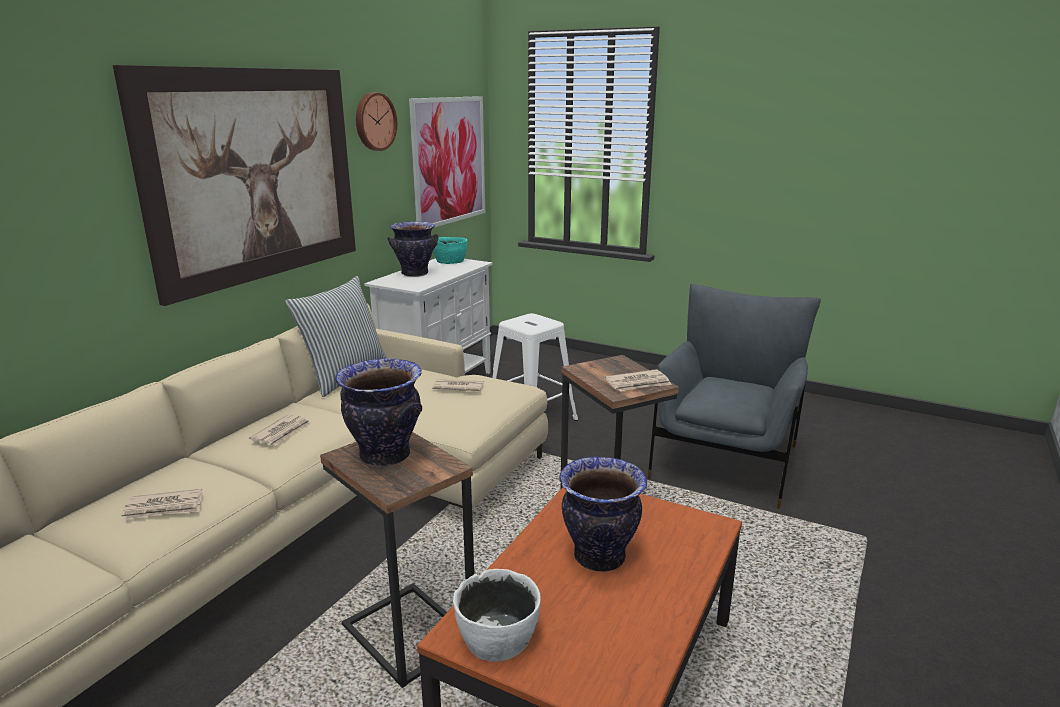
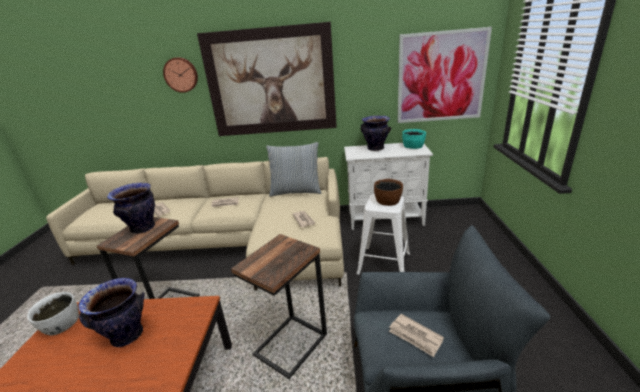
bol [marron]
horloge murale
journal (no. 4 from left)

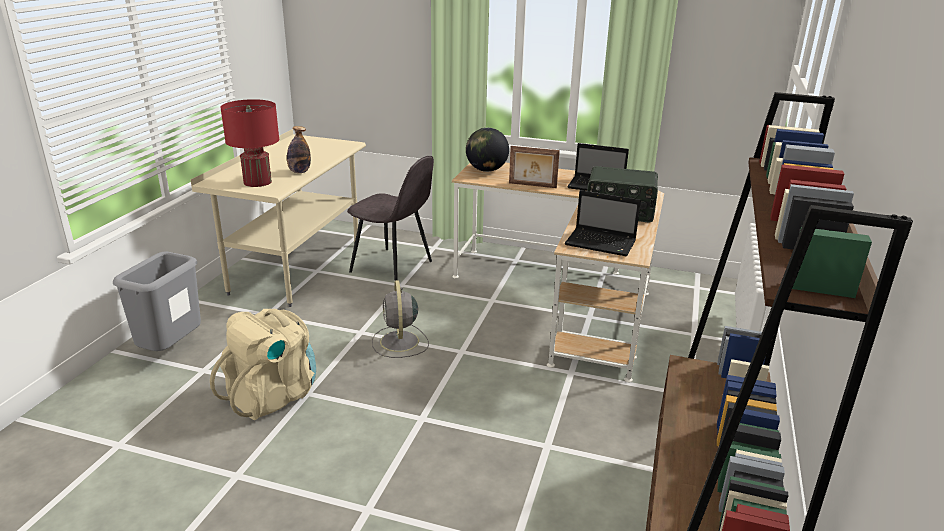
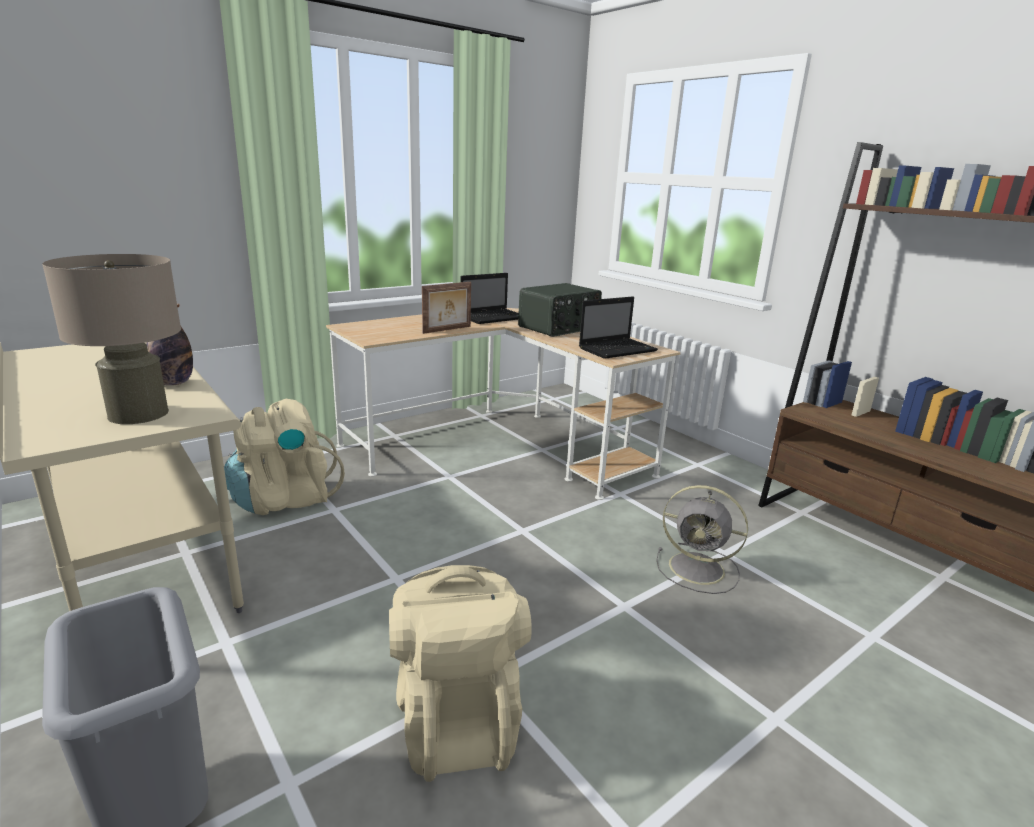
globe
ventilateur [gris]
sac à dos [beige] (no. 1 from left)
lampe de table [beige]

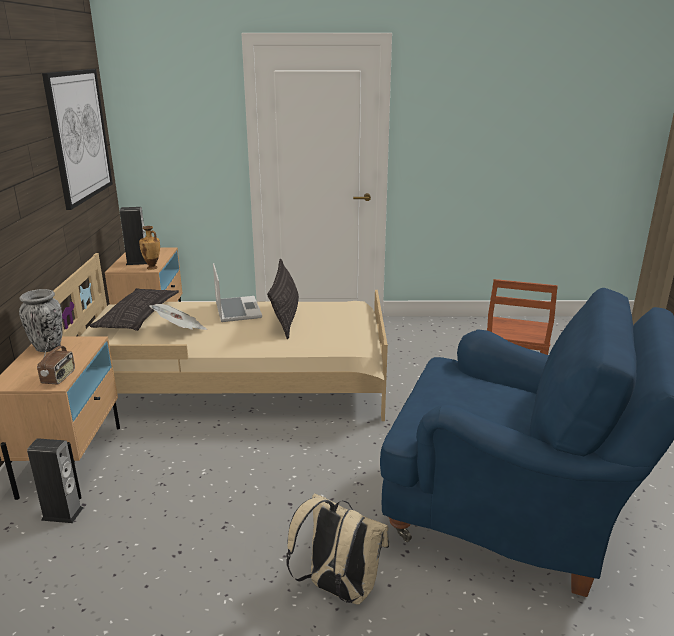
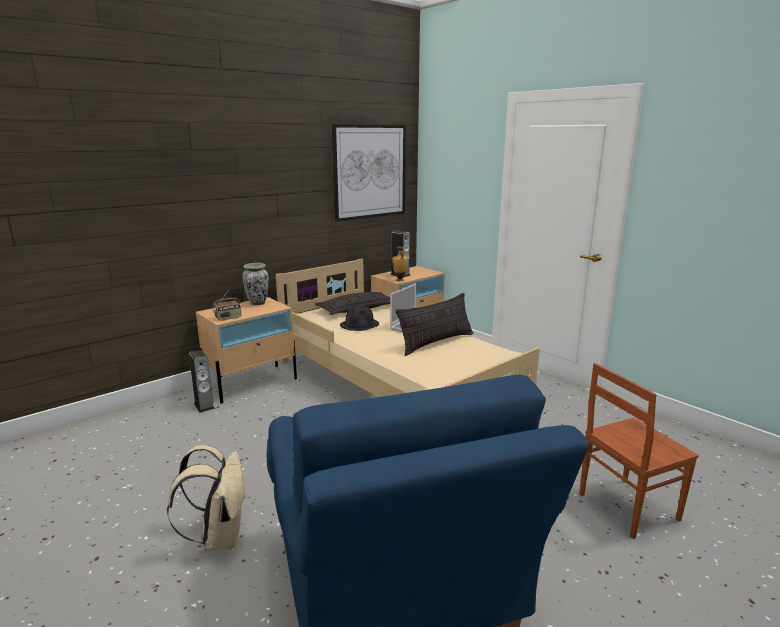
chapeau [noir]

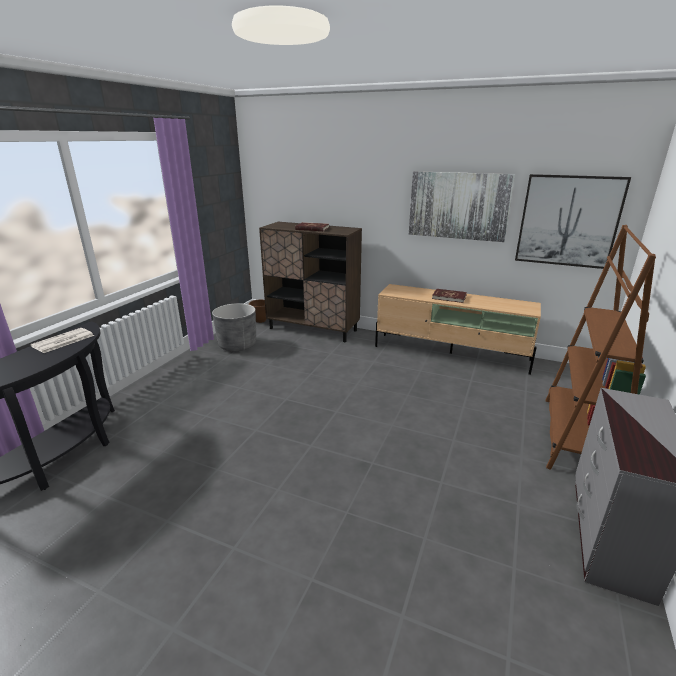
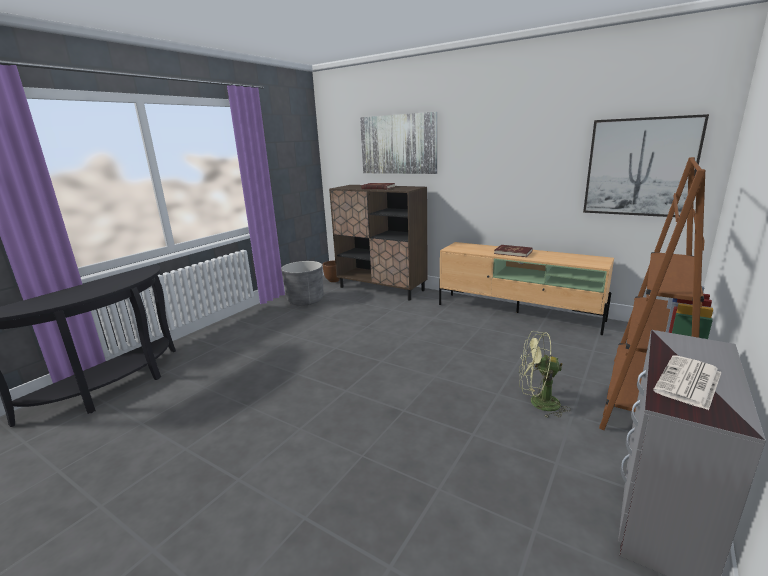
ventilateur [vert]
journal
tableau (no. 1 from left)

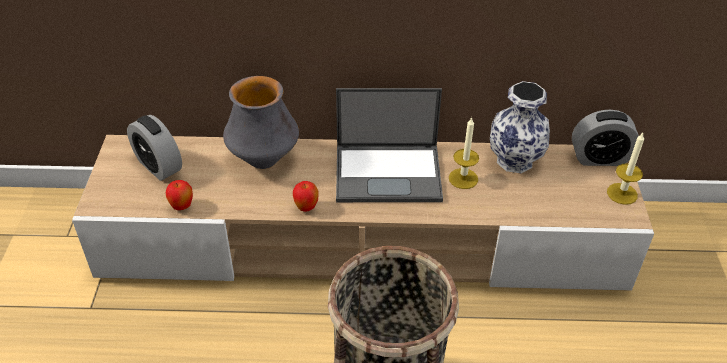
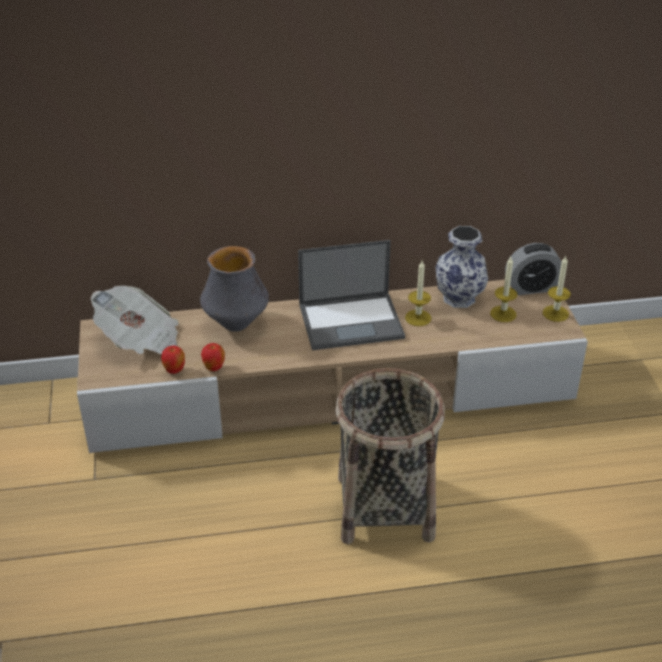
bougie (no. 2 from left)
pomme (no. 2 from left)
journal

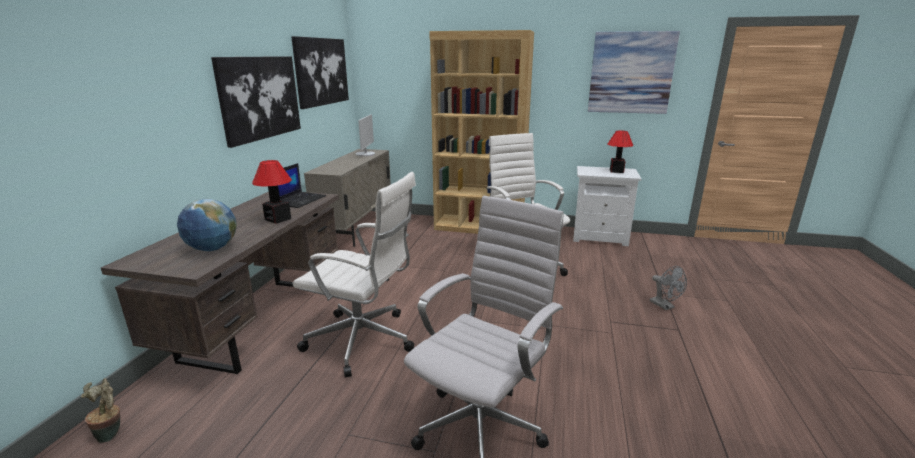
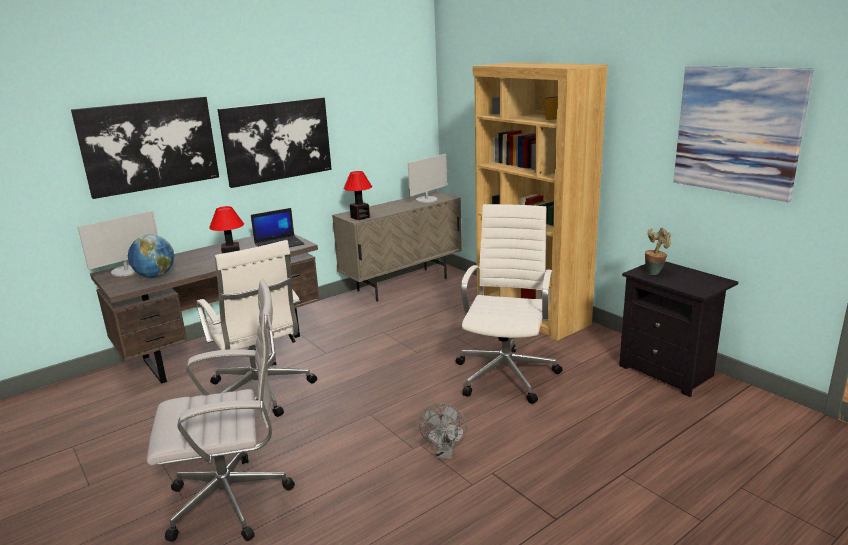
écran d'ordinateur (no. 1 from left)
plante en pot
tableau (no. 1 from left)
lampe de table (no. 2 from left)
ventilateur [gris]
table de chevet [noir]

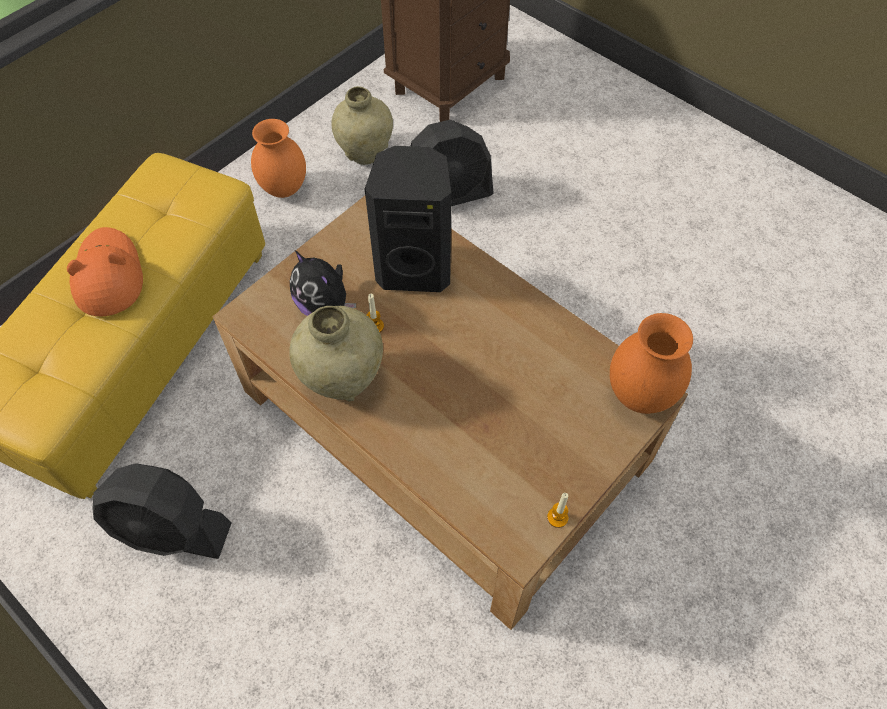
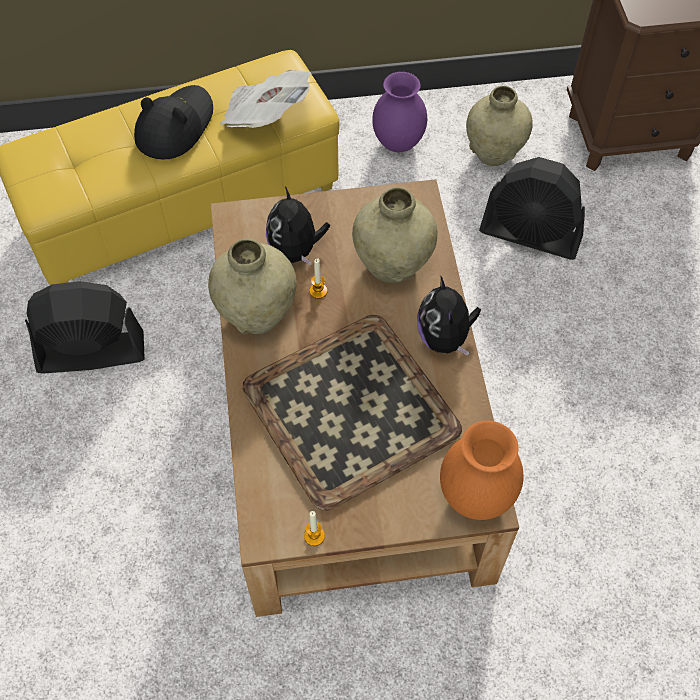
journal
plateau
peluche (no. 2 from left)
vase [beige] (no. 2 from left)
chapeau [noir]
vase [violet]
ventilateur [noir] (no. 1 from left)

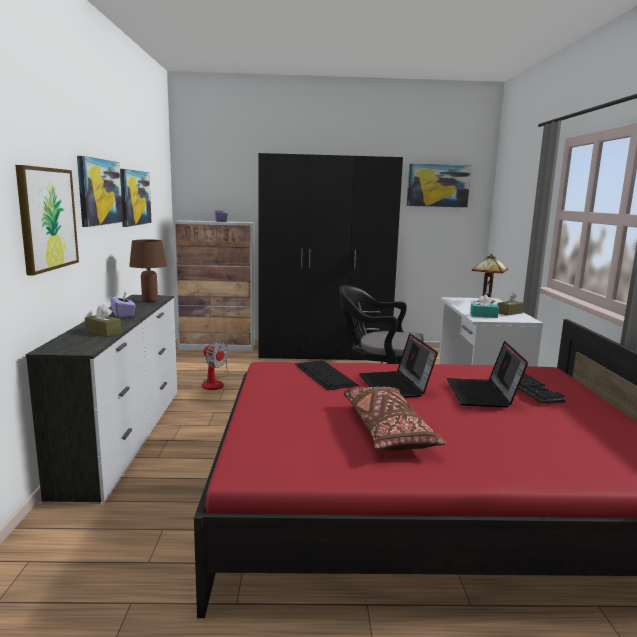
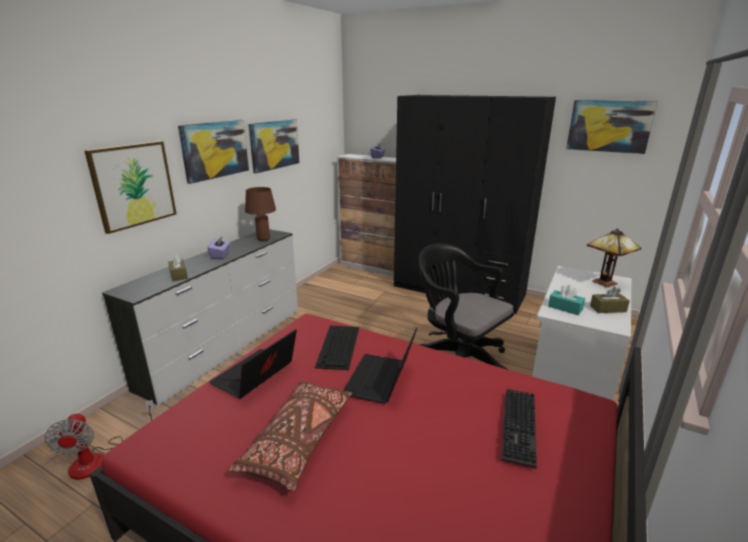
ventilateur
ordinateur portable (no. 1 from left)

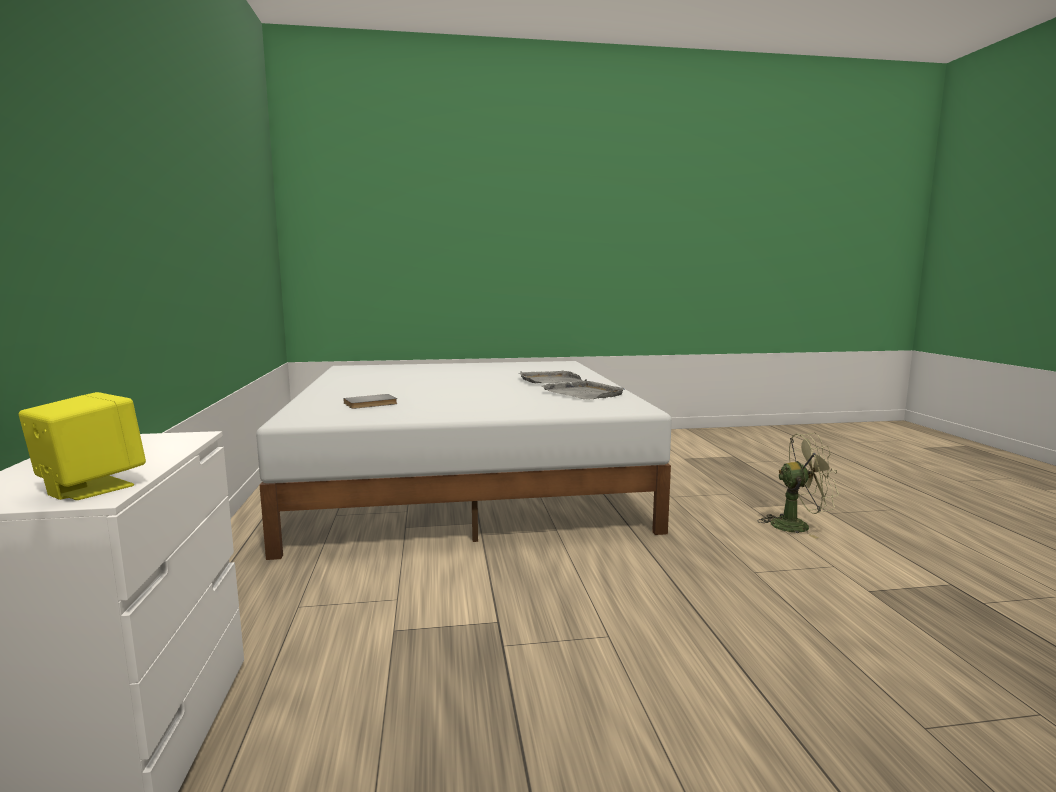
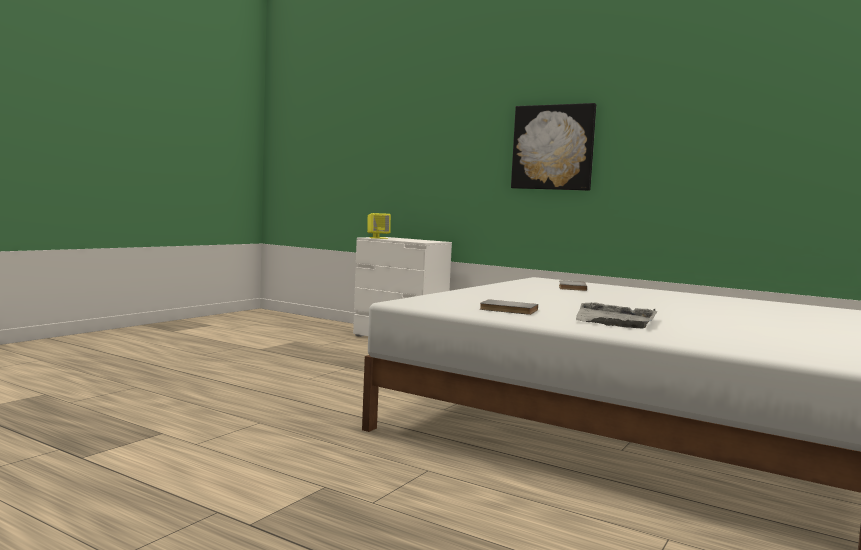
ventilateur [vert]
tableau
livre [gris] (no. 1 from left)

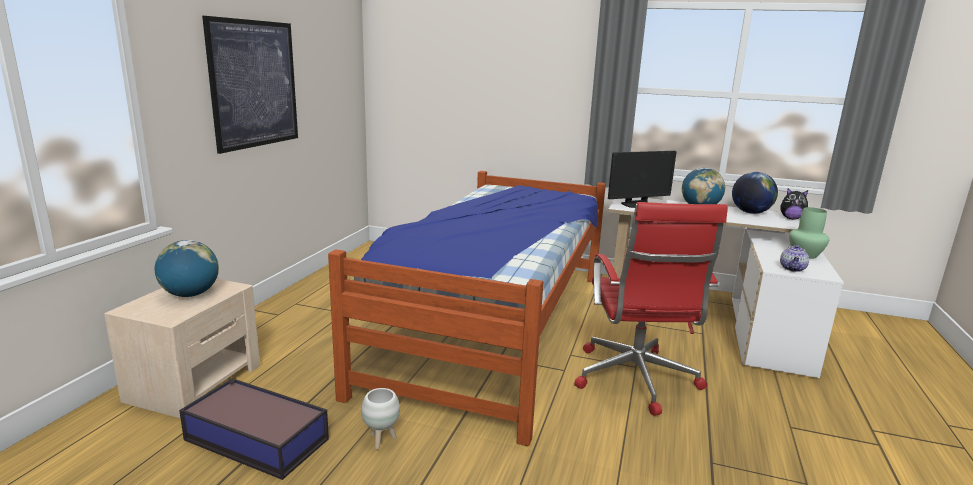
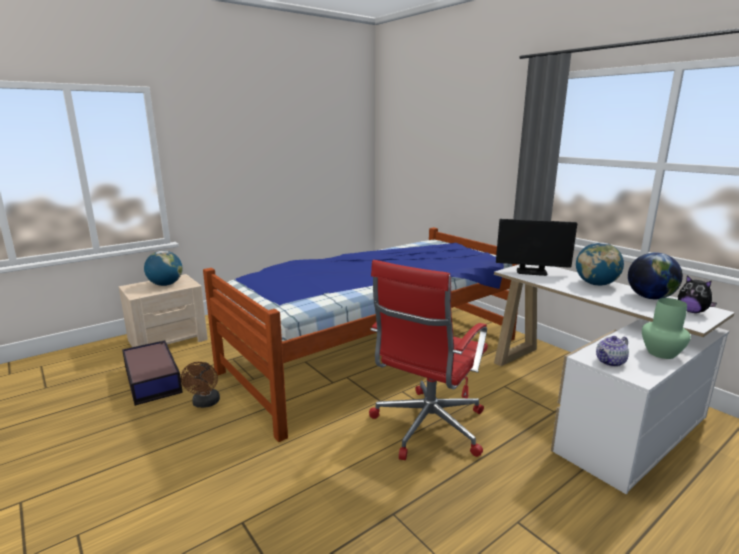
tableau
ventilateur [marron]

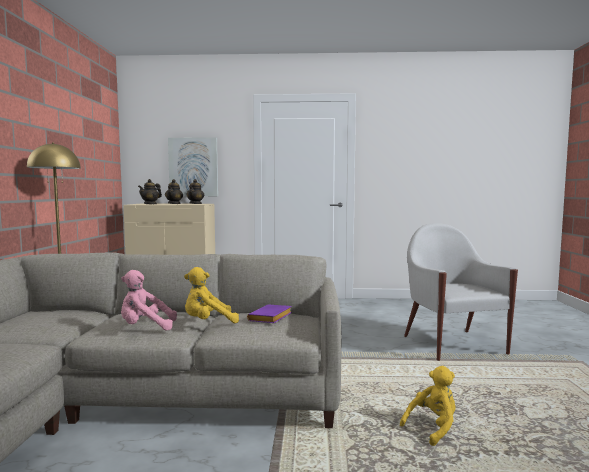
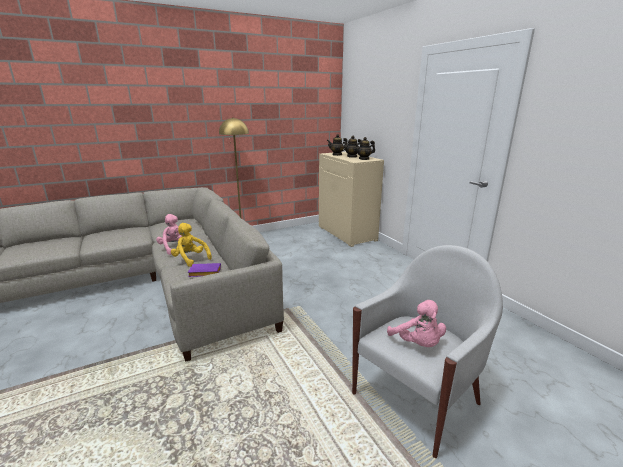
tableau
peluche [jaune] (no. 2 from left in the first image)
peluche [rose] (no. 2 from left)

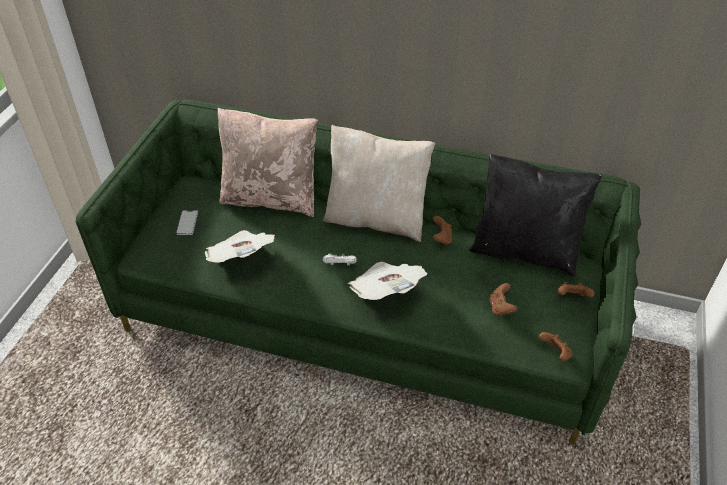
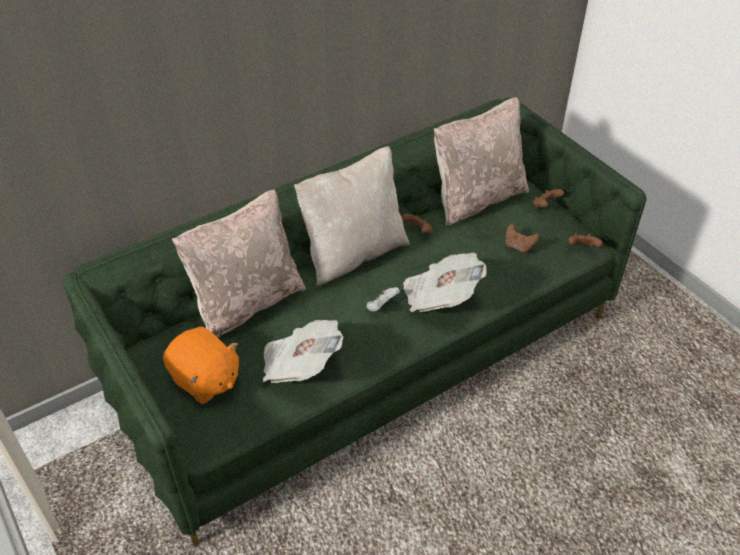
peluche [orange]
coussin [beige] (no. 3 from left)

